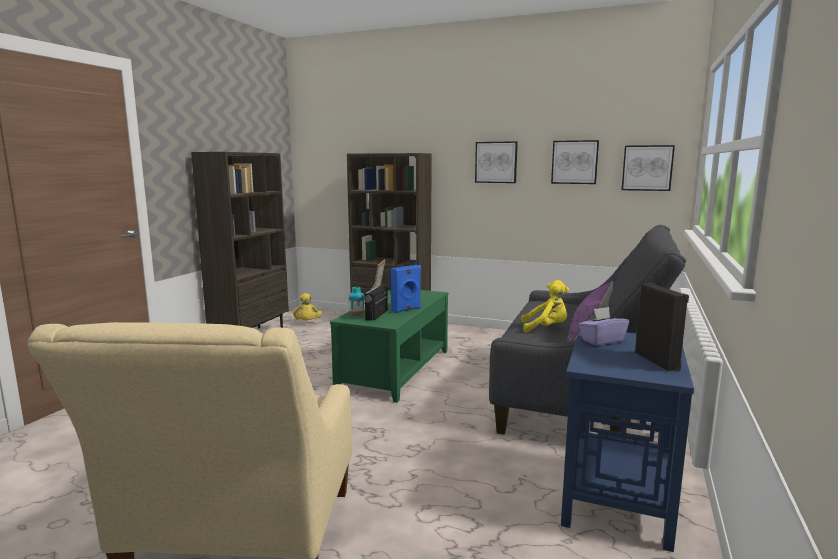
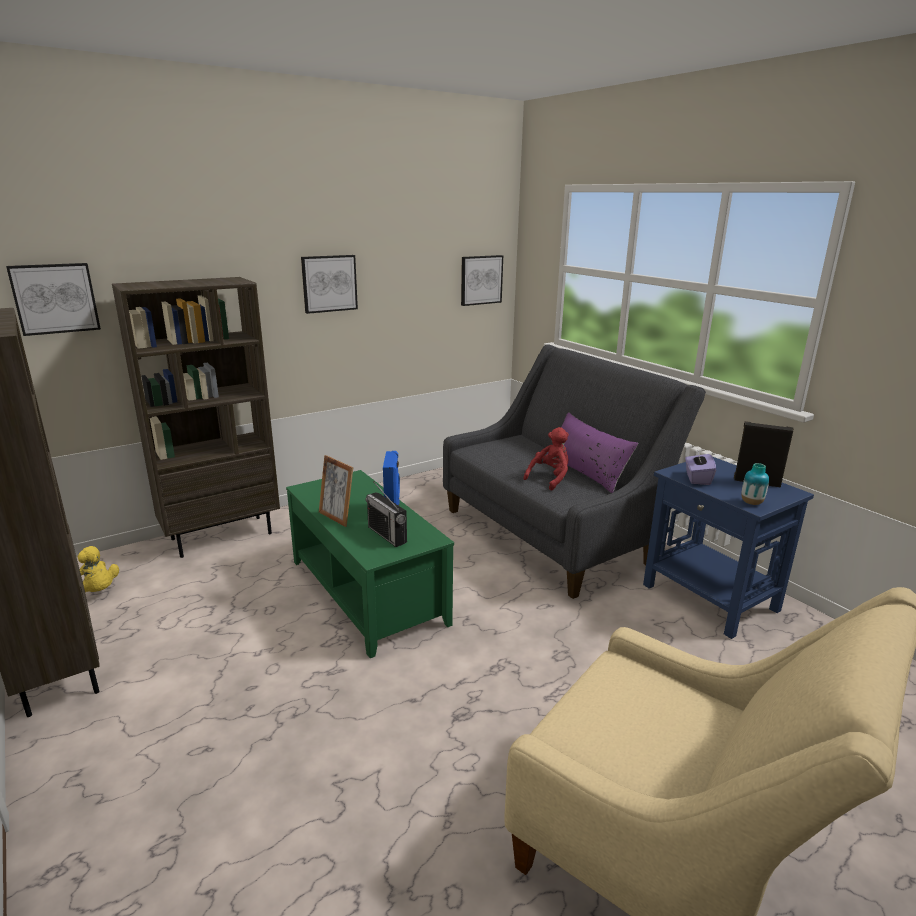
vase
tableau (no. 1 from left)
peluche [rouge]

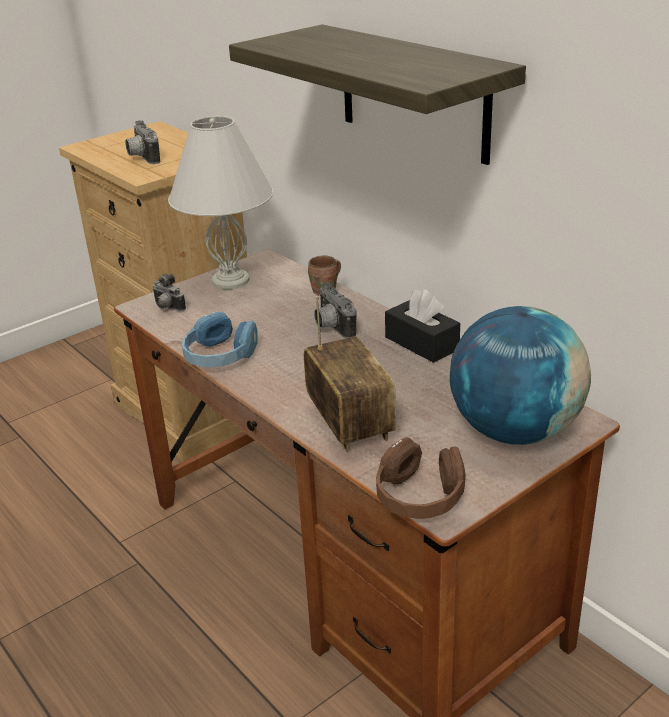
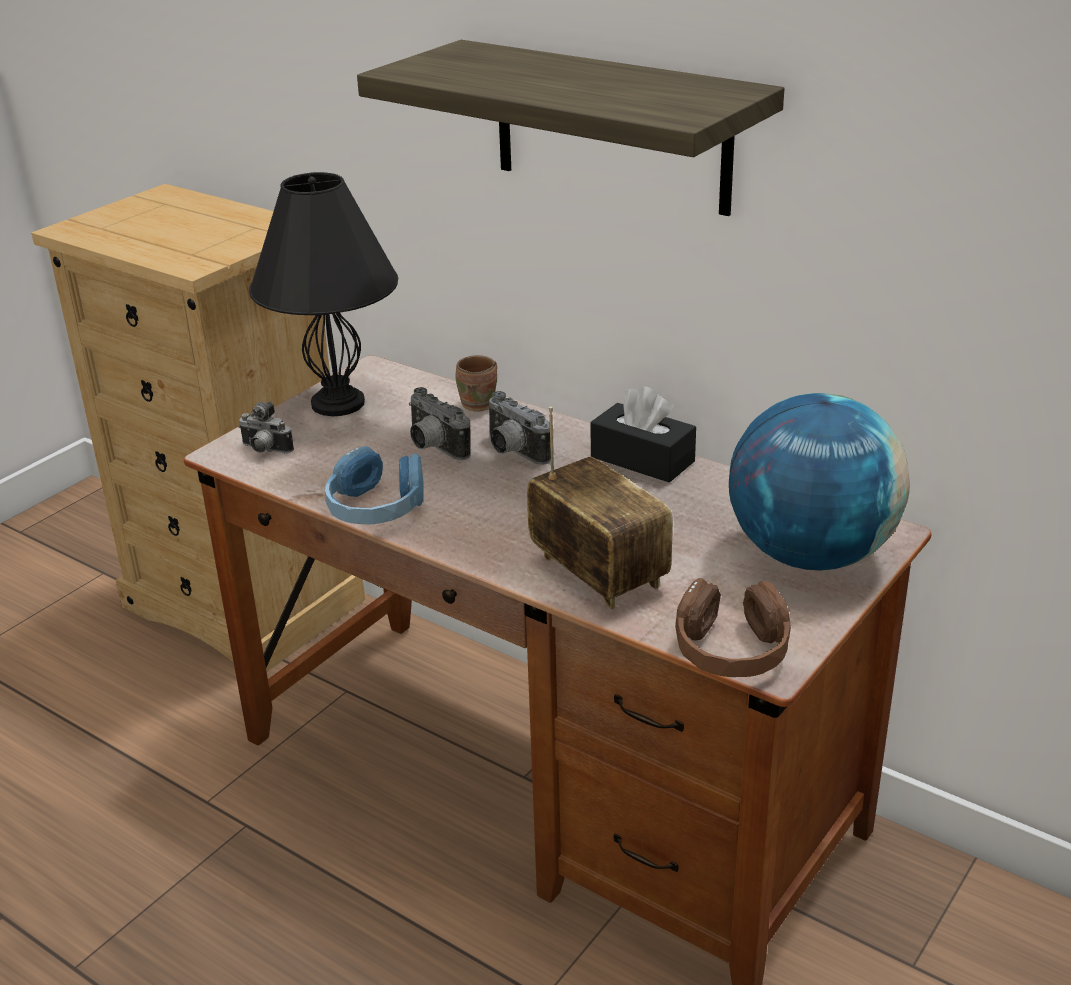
appareil photo (no. 2 from left)
lampe de table [noir]

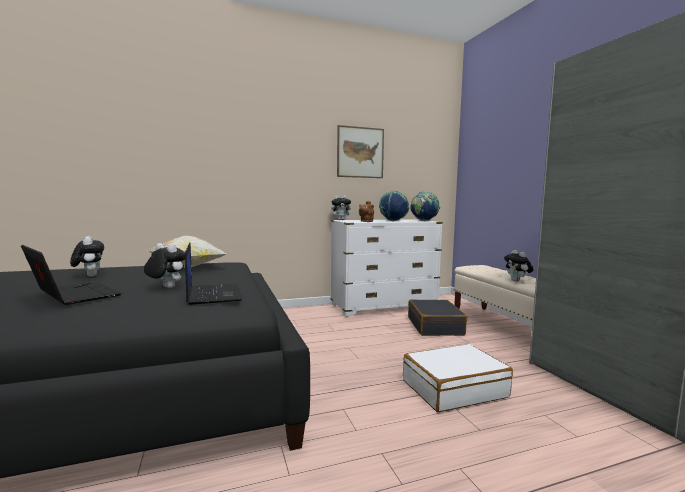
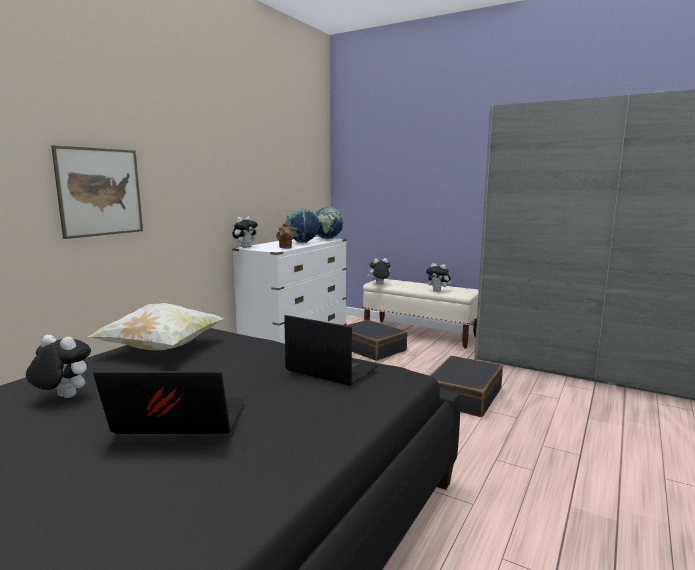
peluche (no. 3 from left)
tableau
valise [noir] (no. 2 from left)

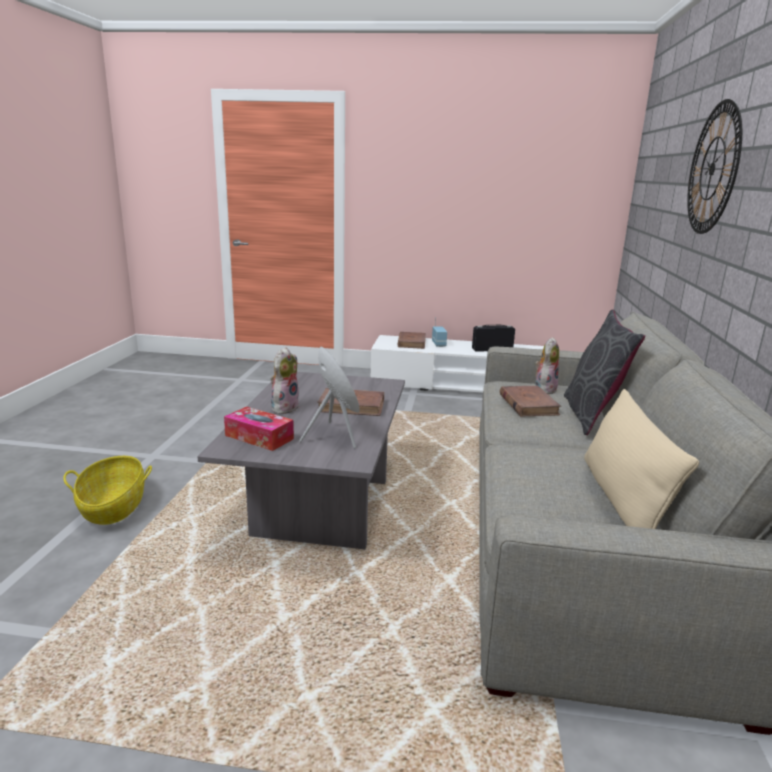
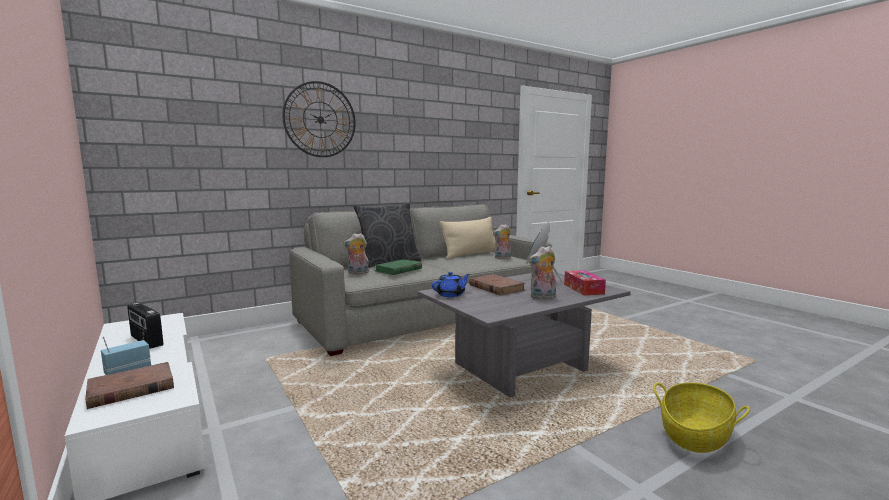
théière [bleu]
peluche (no. 2 from left)
livre [vert]

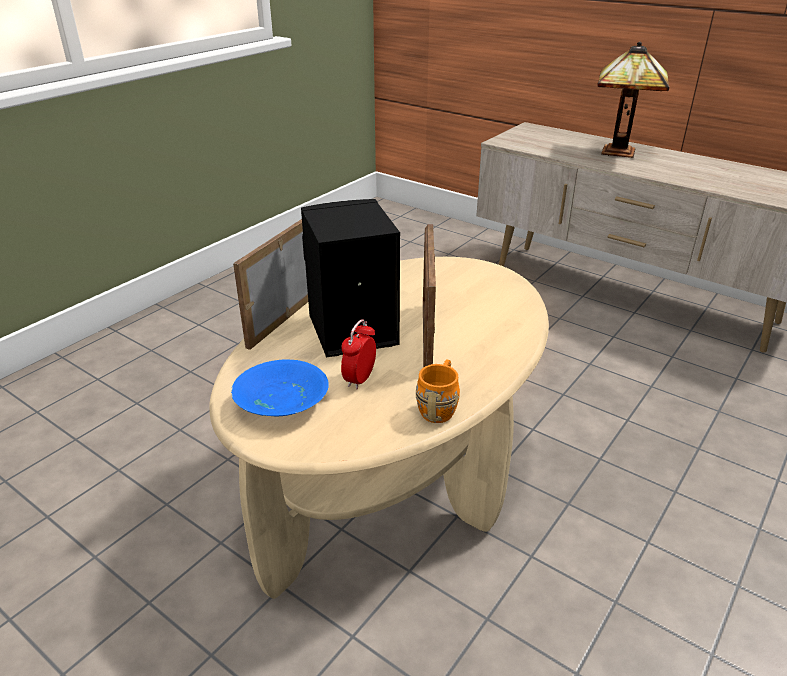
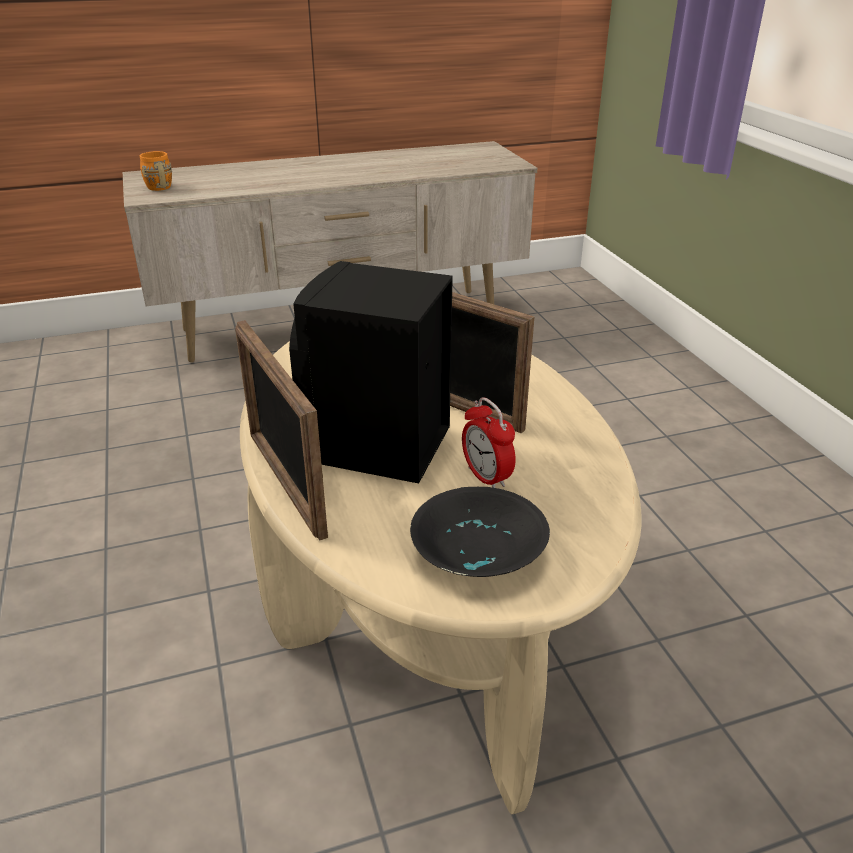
lampe de table
mug [orange]
bol [noir]

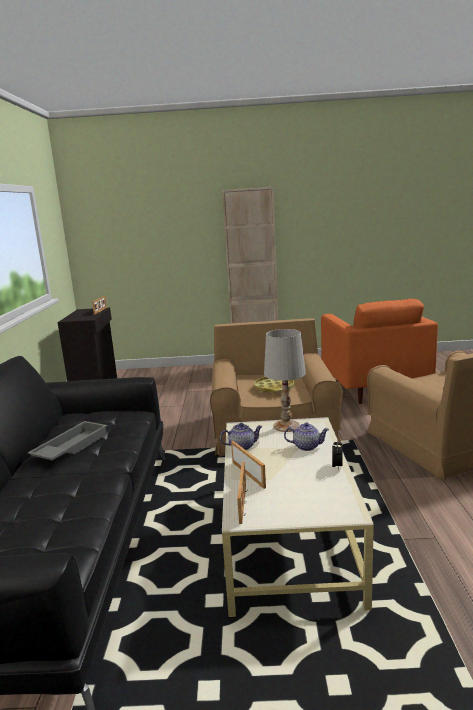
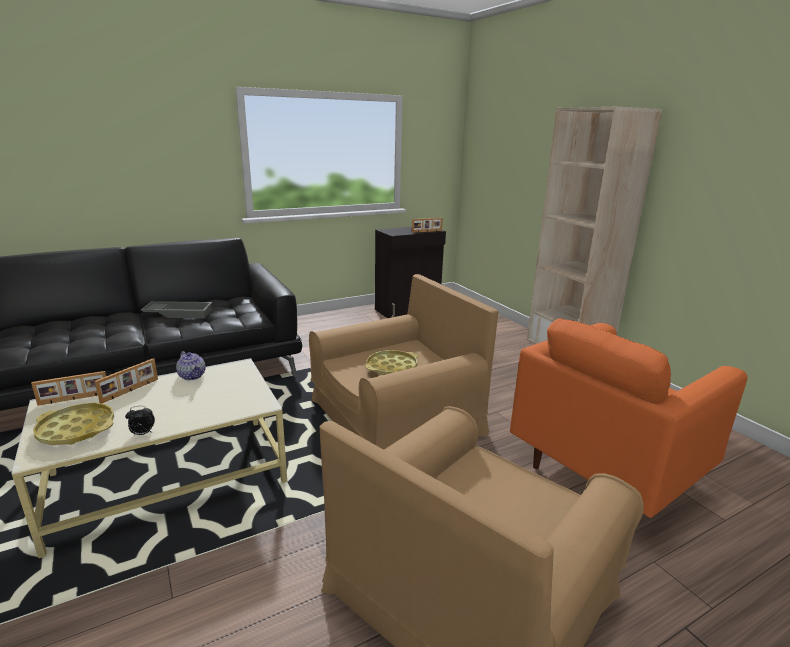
lampe de table [blanc]
théière (no. 2 from left in the first image)
plateau [jaune] (no. 1 from left)

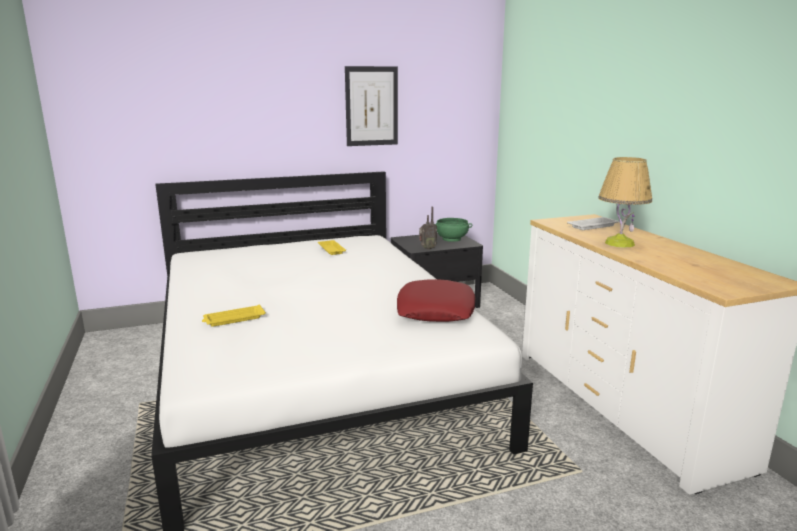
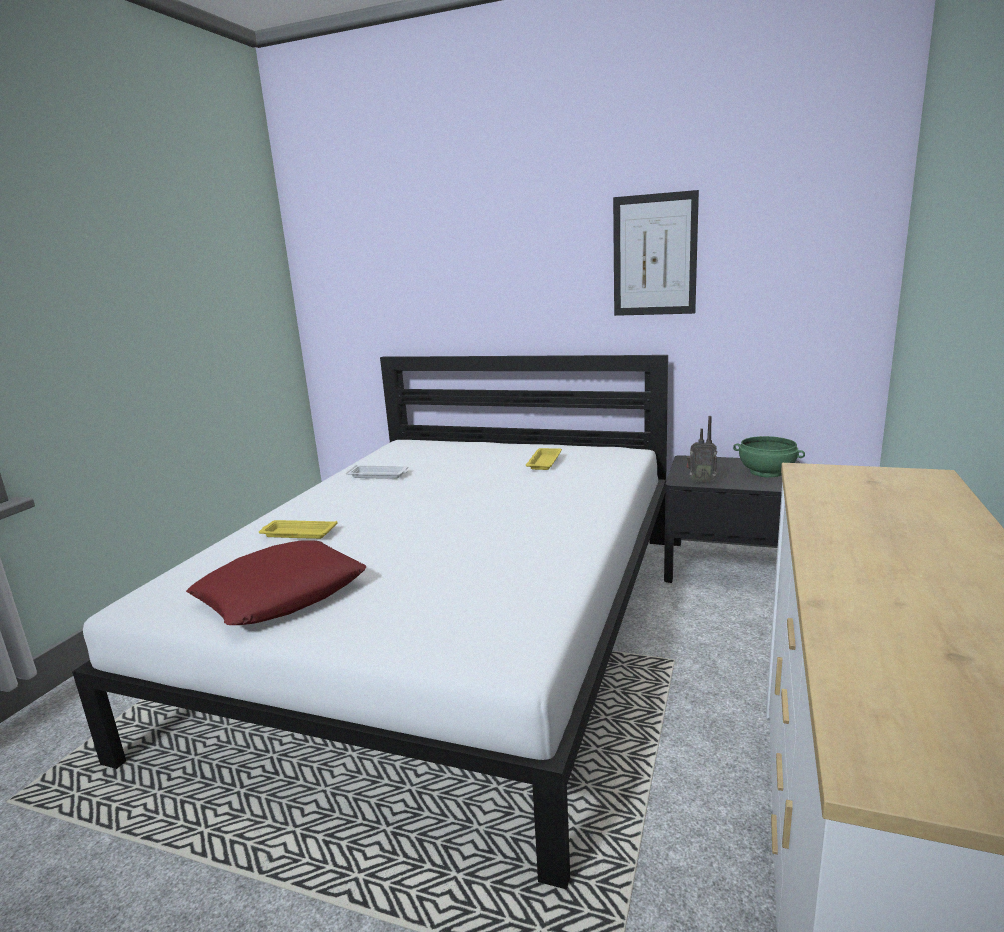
lampe de table
coussin [rouge]
plateau [blanc]

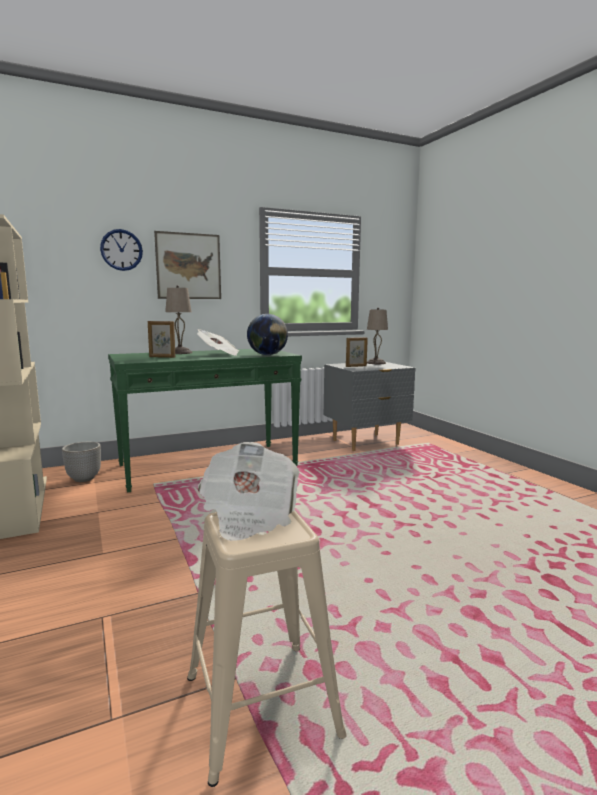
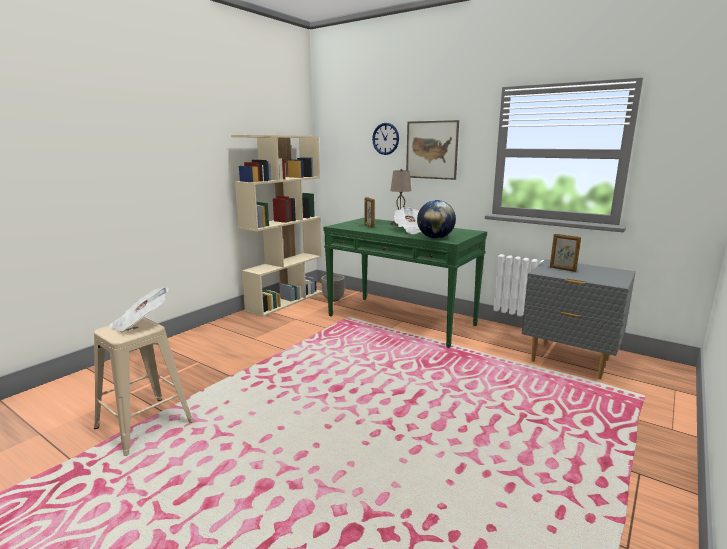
lampe de table [beige] (no. 2 from left in the first image)

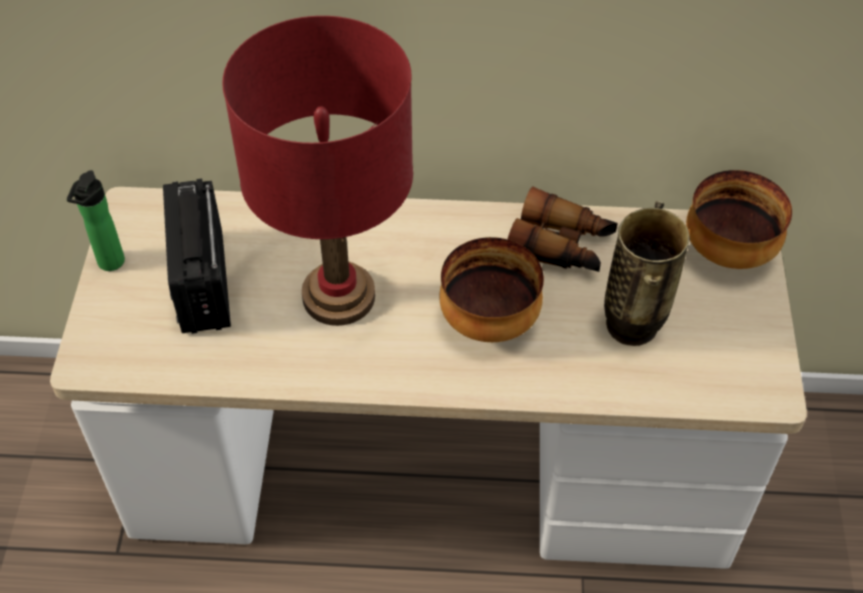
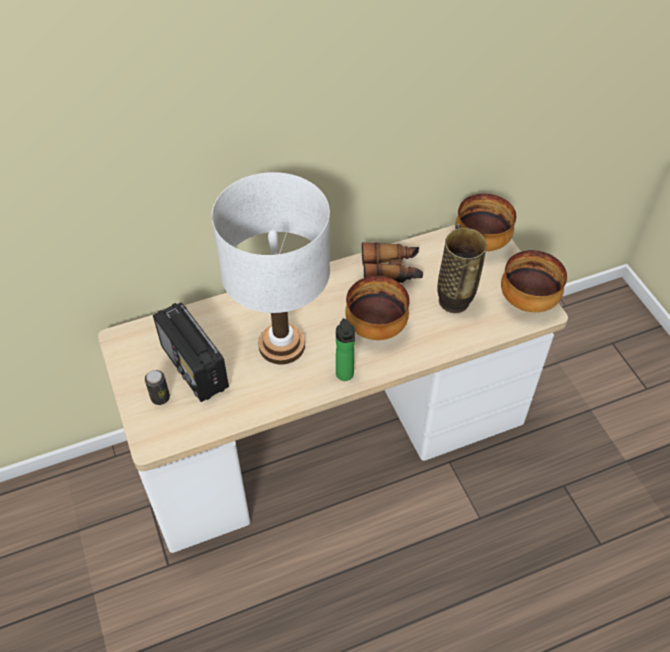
boîte métallique
bol (no. 3 from left)
bouteille
lampe de table [blanc]

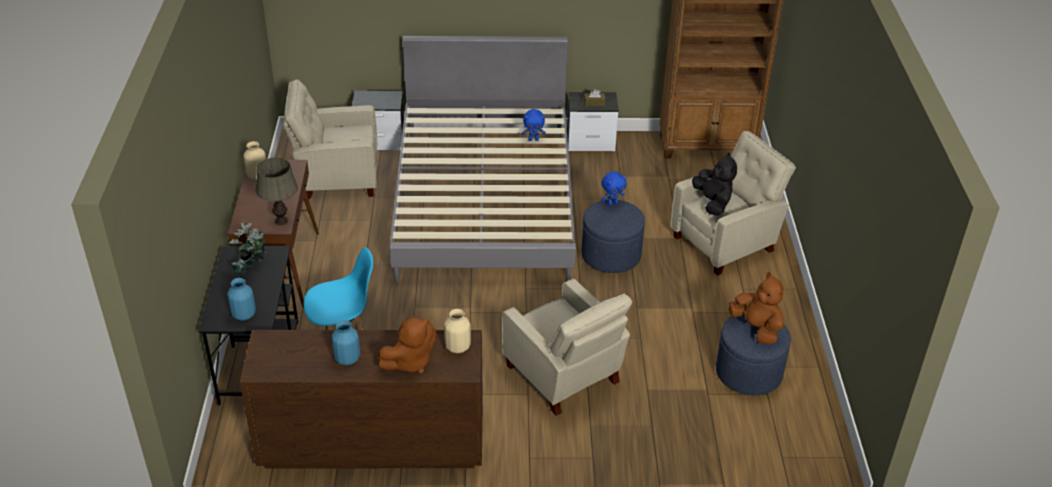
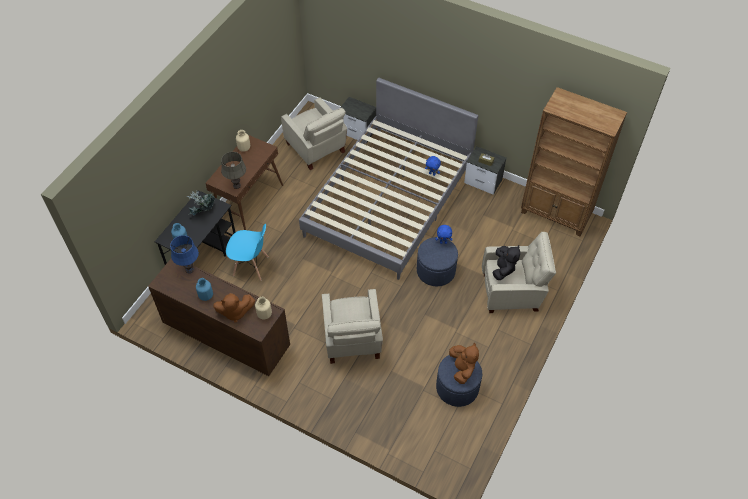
lampe de table [bleu]
fauteuil [beige] (no. 1 from left)

